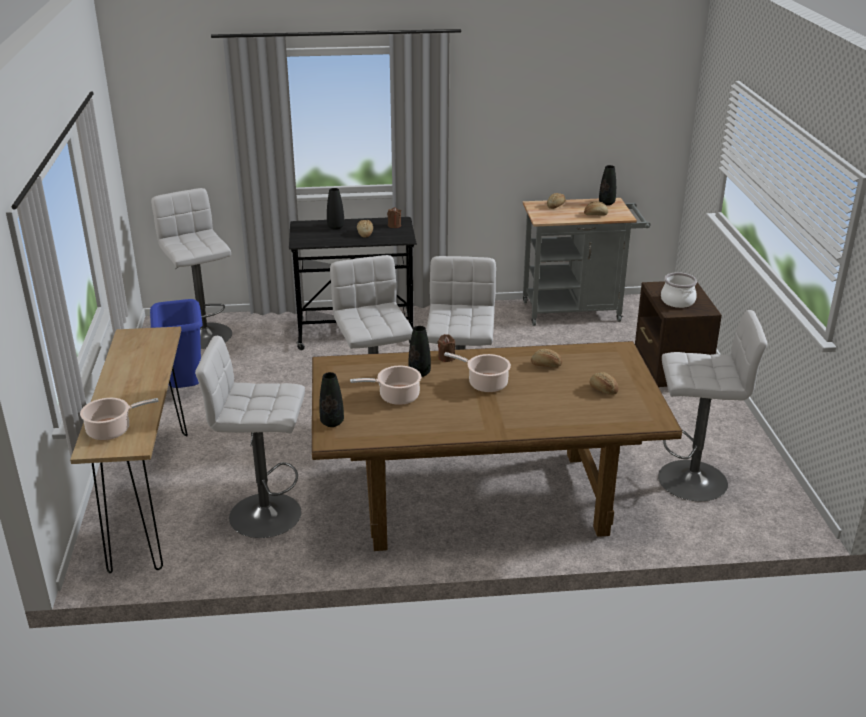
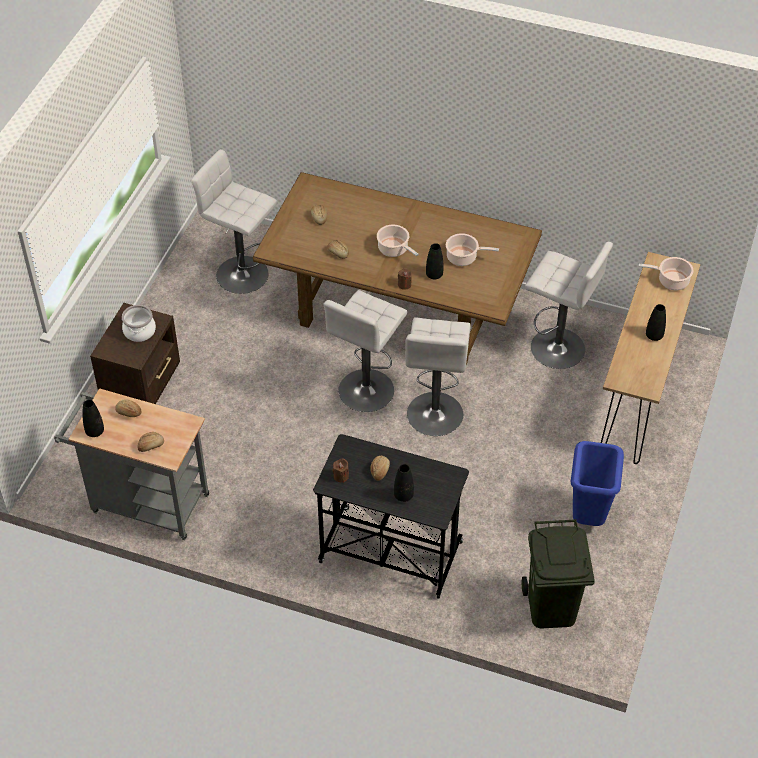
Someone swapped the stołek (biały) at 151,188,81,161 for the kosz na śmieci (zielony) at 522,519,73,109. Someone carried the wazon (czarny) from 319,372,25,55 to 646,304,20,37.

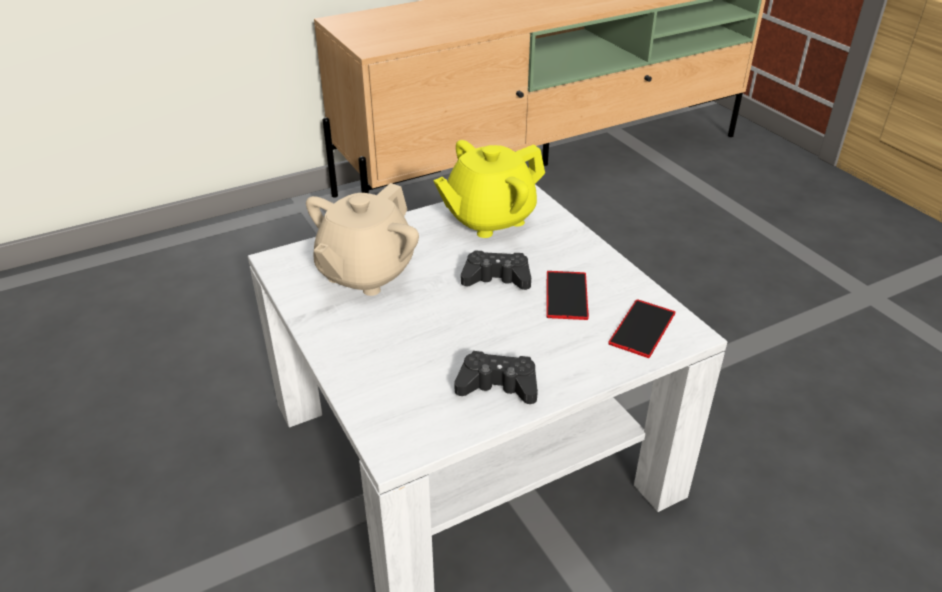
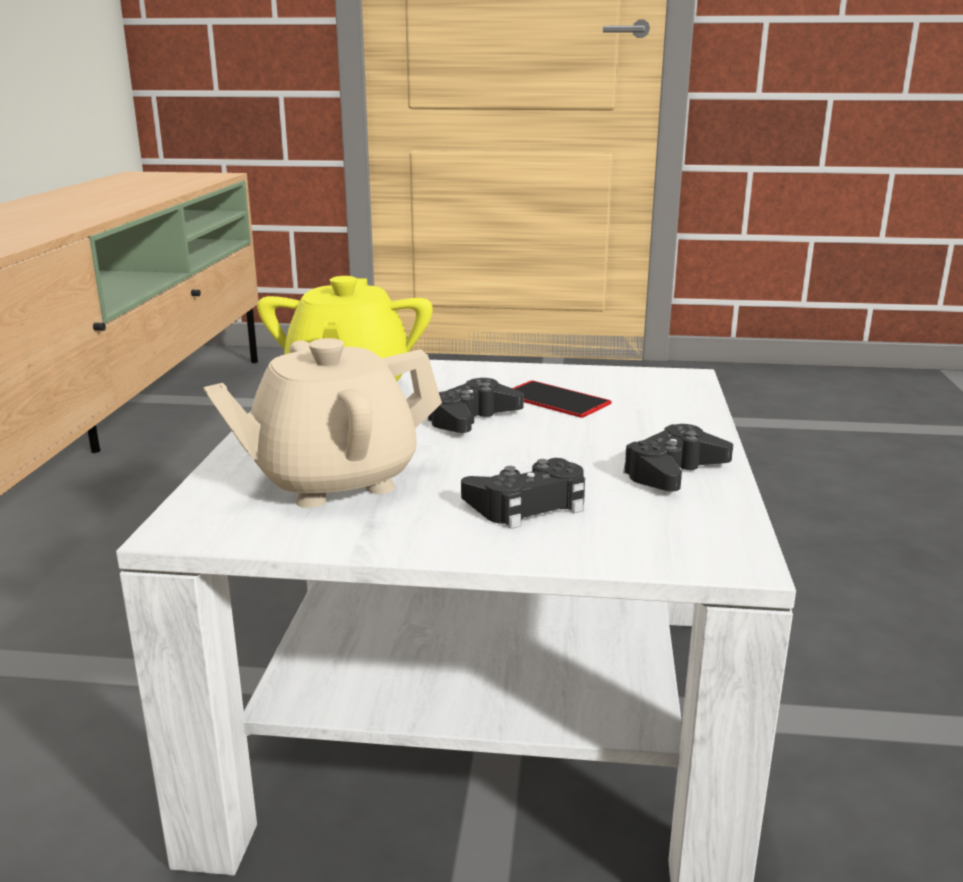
Someone rotated the imbryk (beżowy) at 306,183,113,113 by 90 degrees clockwise. Someone took away the telefon at 608,299,67,59. Someone put down the pad do gier (czarny) at 461,458,124,71.

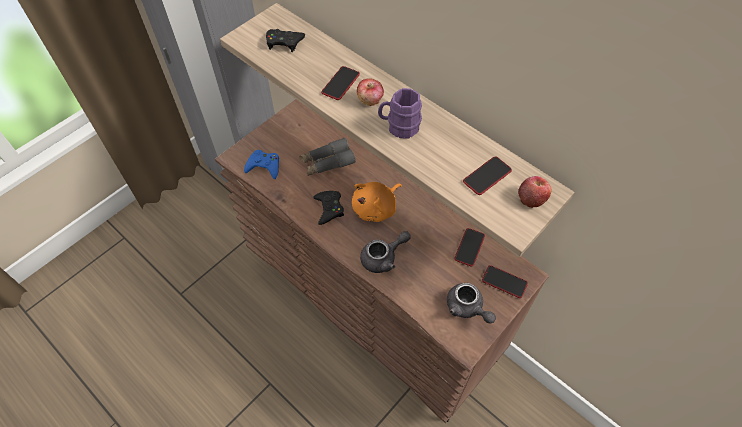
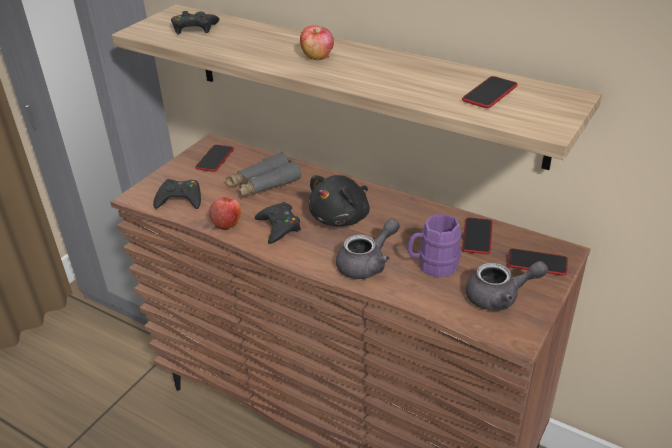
Someone carried the telefon from 321,66,39,34 to 195,145,39,27. Someone carried the kubek (fioletowy) from 378,88,44,50 to 407,214,54,63. Someone repainted the pad do gier (niebieski) at 244,150,35,29, which became the pad do gier (czarny) at 153,179,48,30. Someone carried the jabłko from 518,176,34,32 to 209,197,32,33. Someone repainted the pluszak (pomarańczowy) at 352,182,50,40, which became the pluszak (czarny) at 308,175,62,51. Someone rotated the imbryk (szary) at 447,283,49,40 by 45 degrees counterclockwise.

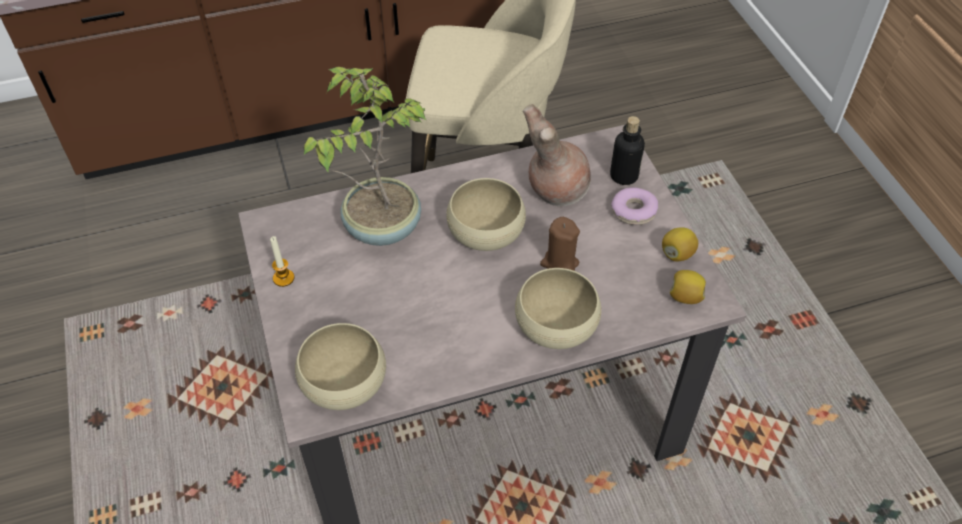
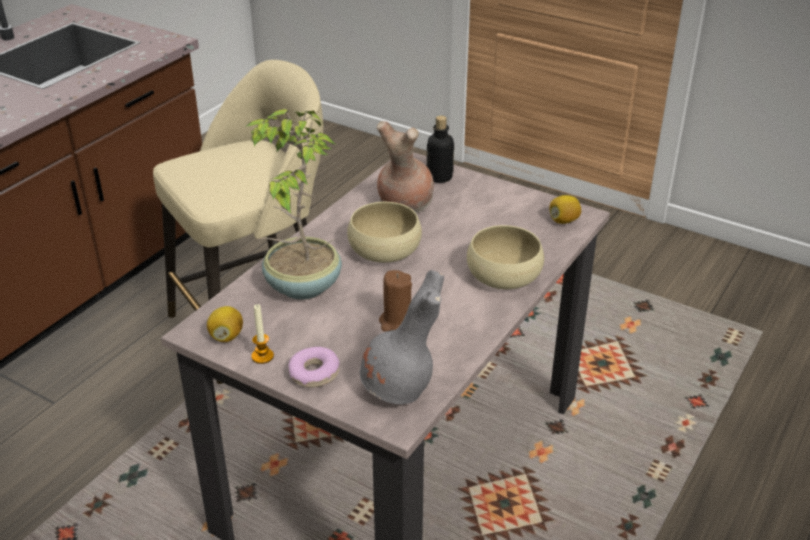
Someone carried the donut from 611,187,47,38 to 288,347,52,41. Someone carried the świeca (brązowy) from 540,217,40,54 to 379,270,33,62. Someone carried the cytryna from 662,227,36,34 to 207,306,36,36. Someone swapped the miska (beżowy) at 295,323,91,87 for the wazon (szary) at 360,270,84,134.

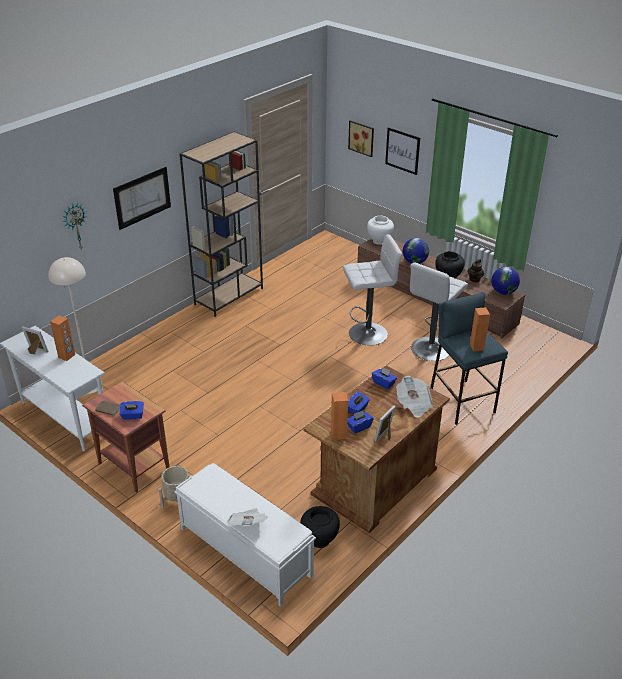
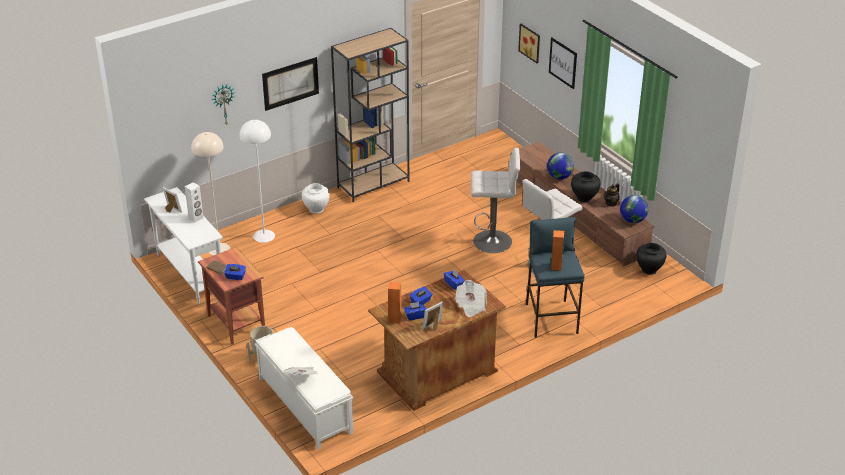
Someone carried the wazon (biały) from 367,215,27,30 to 302,183,28,31. Someone repainted the głośnik (pomarańczowy) at 50,316,25,45, which became the głośnik (biały) at 185,182,19,40. Someone carried the wazon (czarny) from 300,506,40,42 to 636,243,31,32. Someone put down the lampa stojąca (biały) at 239,120,36,123.

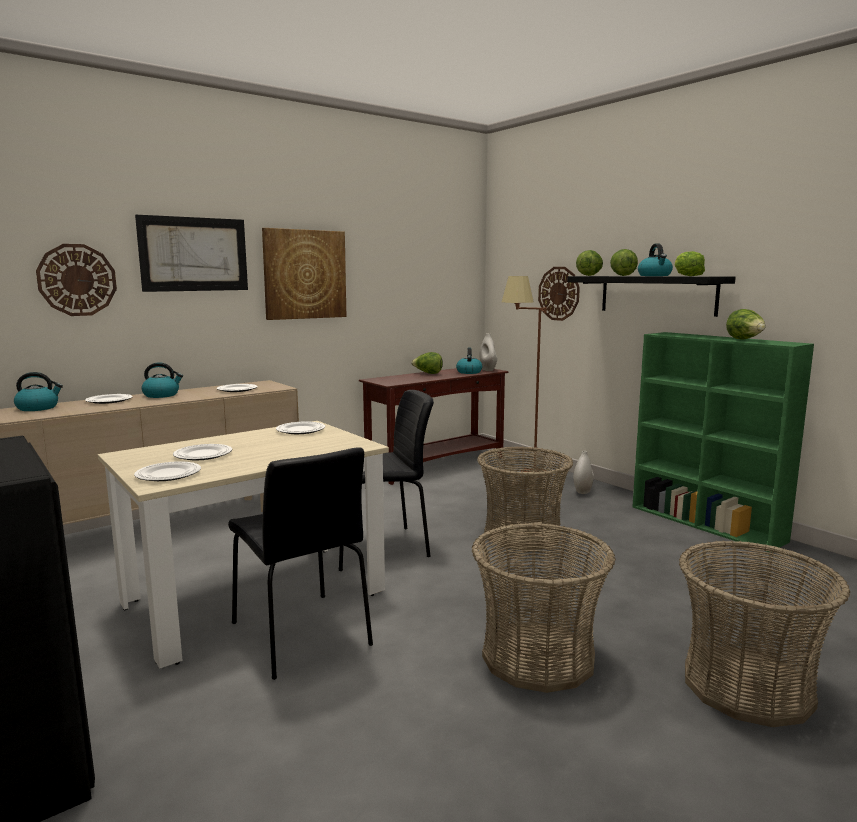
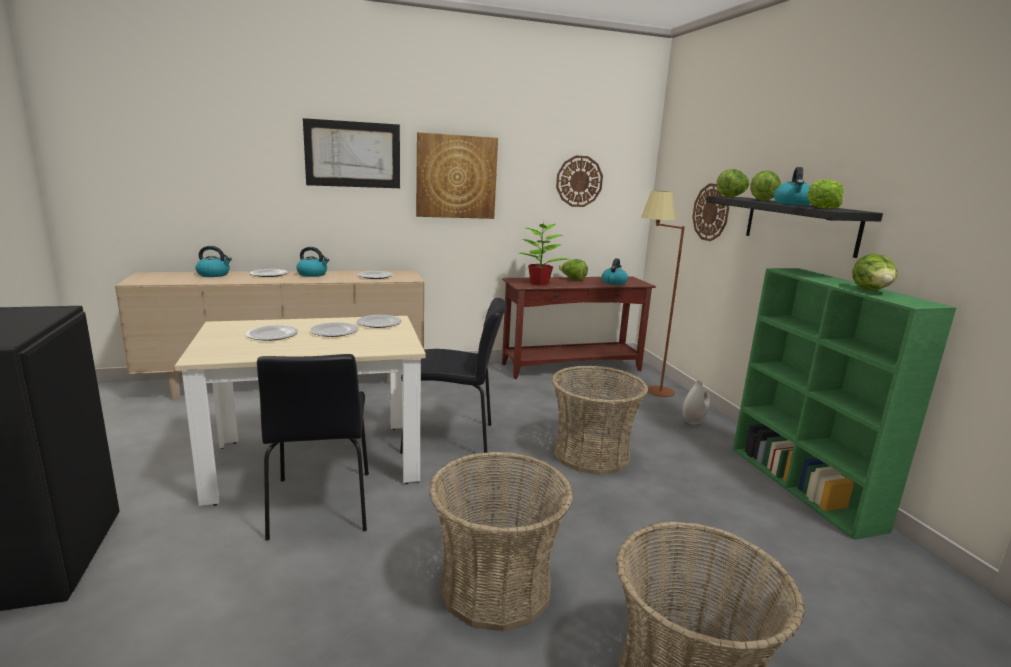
Someone carried the zegar ścienny from 36,244,81,72 to 556,156,47,51. Someone took away the wazon (biały) at 480,333,17,38. Someone carried the talerz from 134,461,67,20 to 310,322,48,15. Someone put down the roślina doniczkowa at 519,221,49,65.

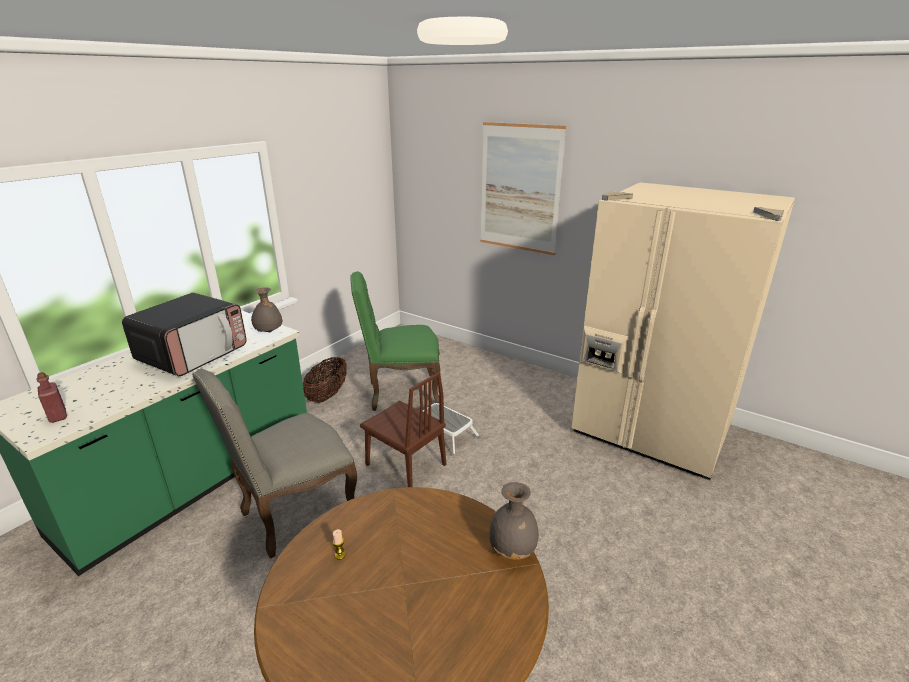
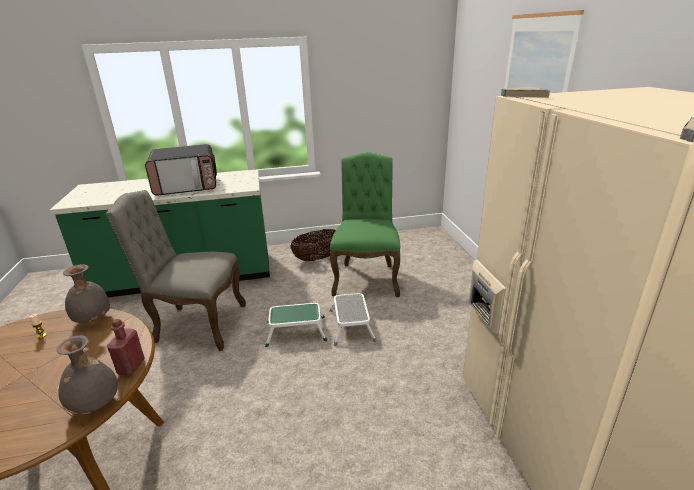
Someone rotated the krzesło (zielony) at 350,271,90,140 by 60 degrees clockwise. Someone carried the wazon (szary) from 251,287,31,45 to 63,264,47,59. Someone carried the butelka (czerwony) from 36,372,31,51 to 107,319,38,56. Someone swapped the krzesło (brązowy) at 360,372,86,115 for the drabinka (zielony) at 265,303,63,44.

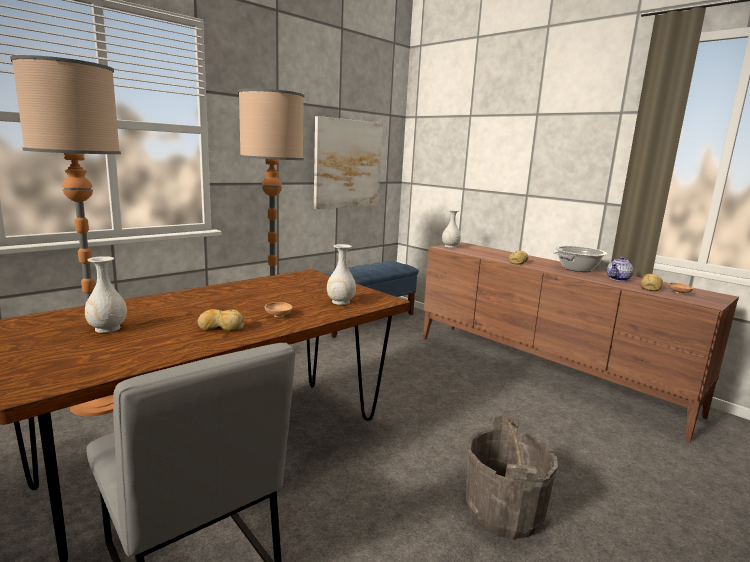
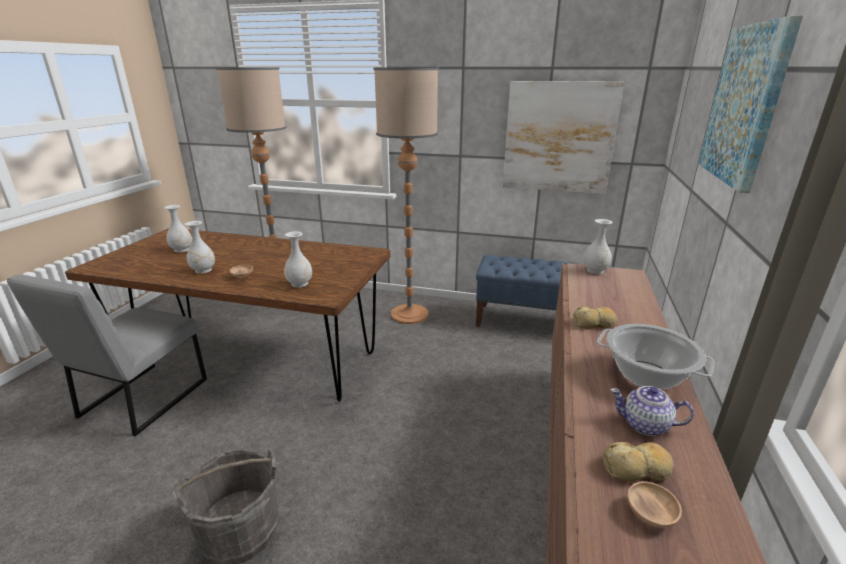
Someone swapped the chleb at 198,309,47,23 for the wazon (biały) at 184,221,31,53. Someone put up the obraz at 699,15,104,178.

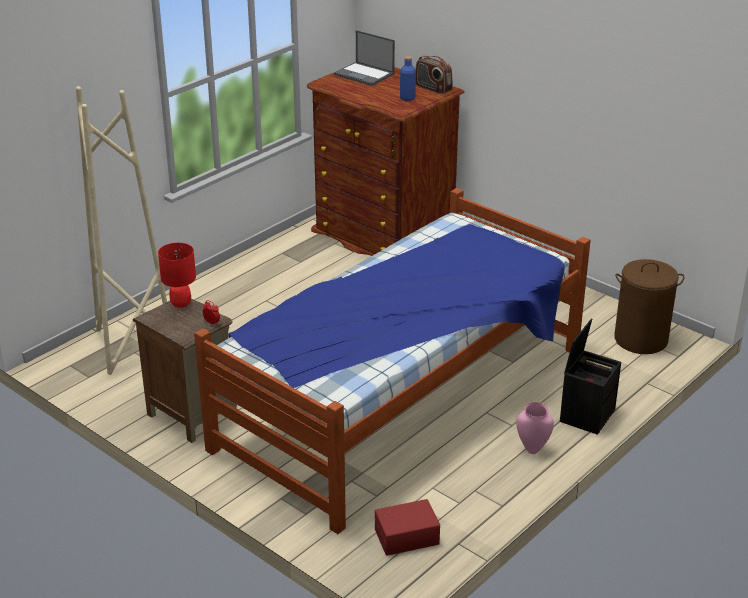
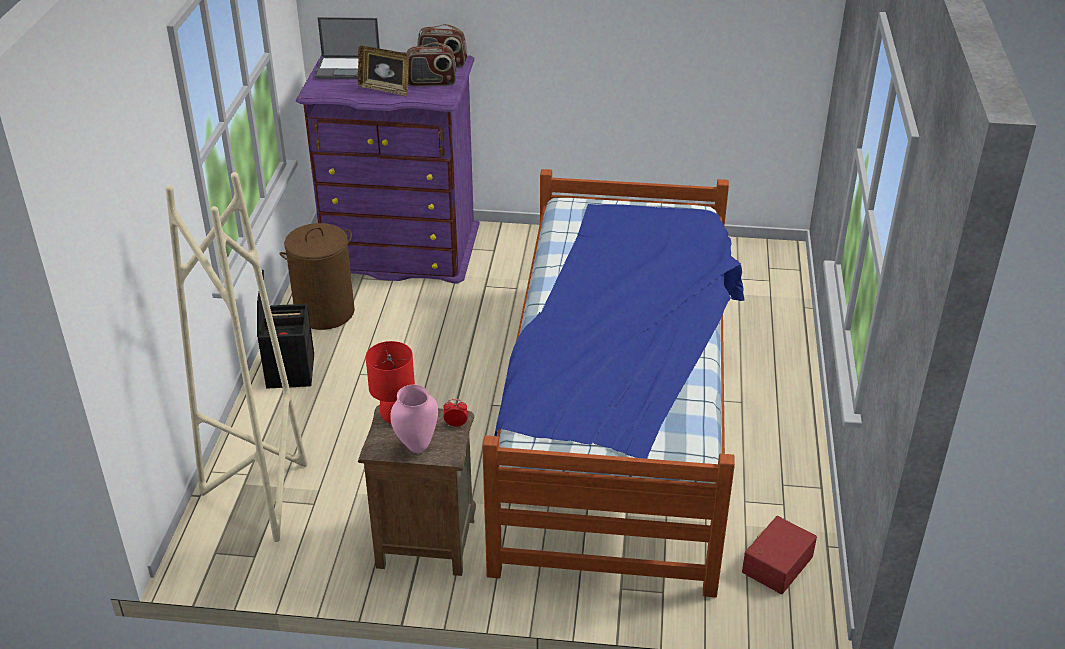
Someone swapped the butelka (niebieski) at 400,56,16,45 for the radio at 406,42,51,44. Someone repainted the komoda (brązowy) at 307,67,158,189, which became the komoda (fioletowy) at 296,52,184,231. Someone carried the kosz na pranie (brązowy) from 614,259,70,95 to 280,223,75,107. Someone carried the pojemnik do przechowywania (czarny) from 560,318,61,117 to 257,270,57,119. Someone carried the wazon (różowy) from 516,402,38,52 to 390,385,48,68. Someone put down the ramka na zdjęcie at 358,46,51,50.

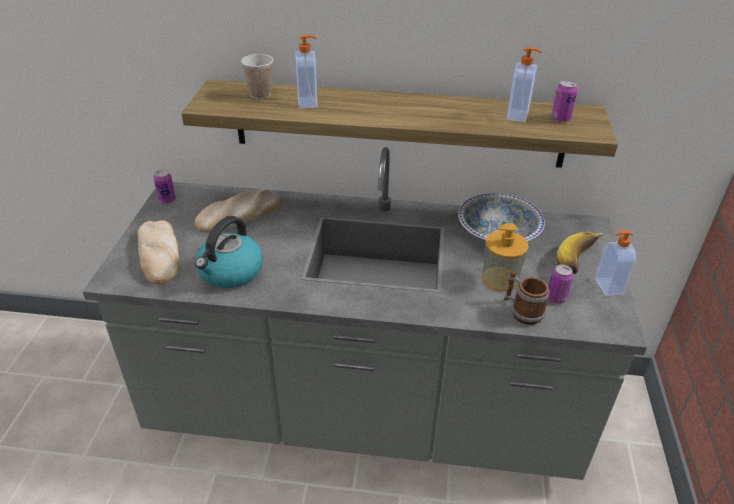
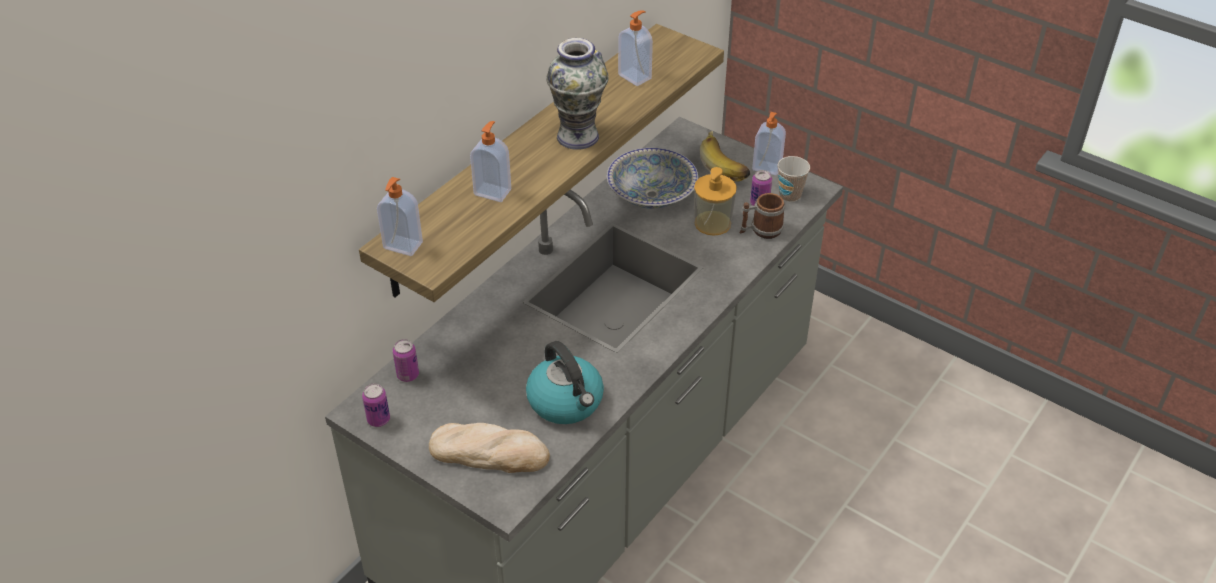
Someone carried the filiżanka from 241,54,32,45 to 777,156,33,46. Someone carried the puszka from 551,80,27,42 to 393,339,26,43. Someone took away the chleb at 195,189,85,43. Someone put down the wazon at 546,38,63,112. Someone put down the dozownik mydła at 377,177,46,79.

